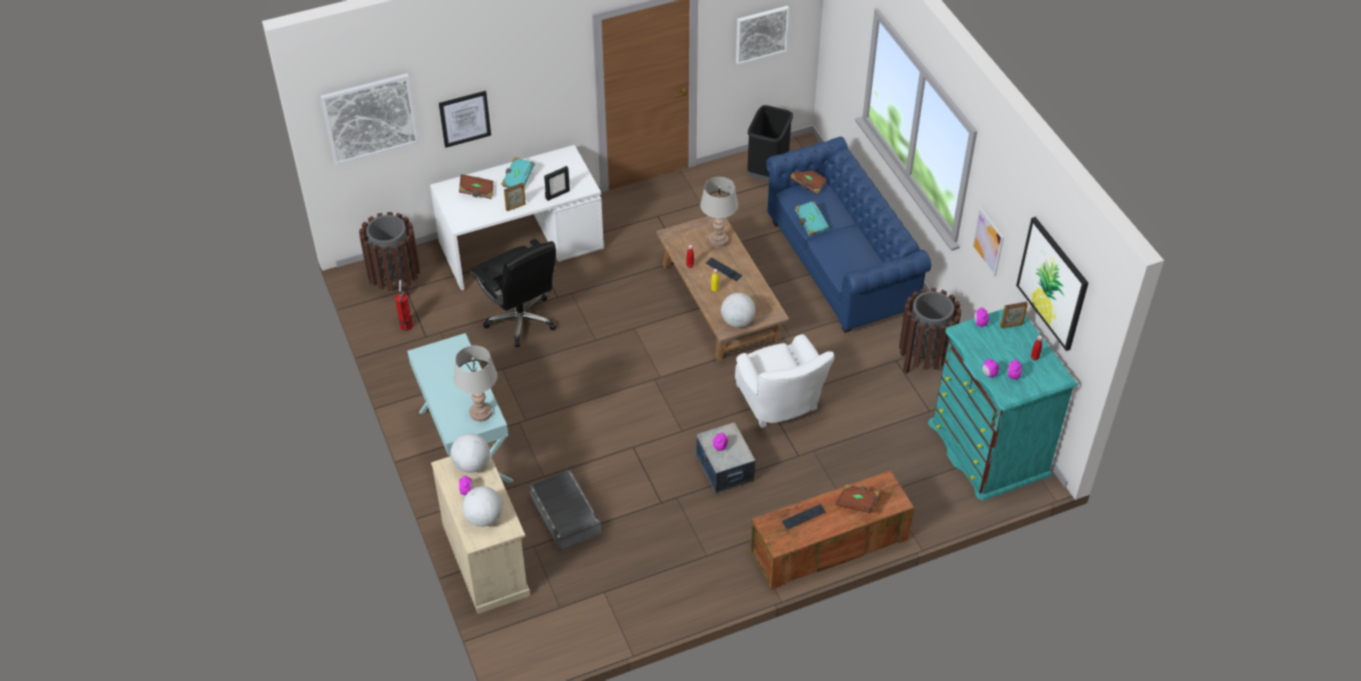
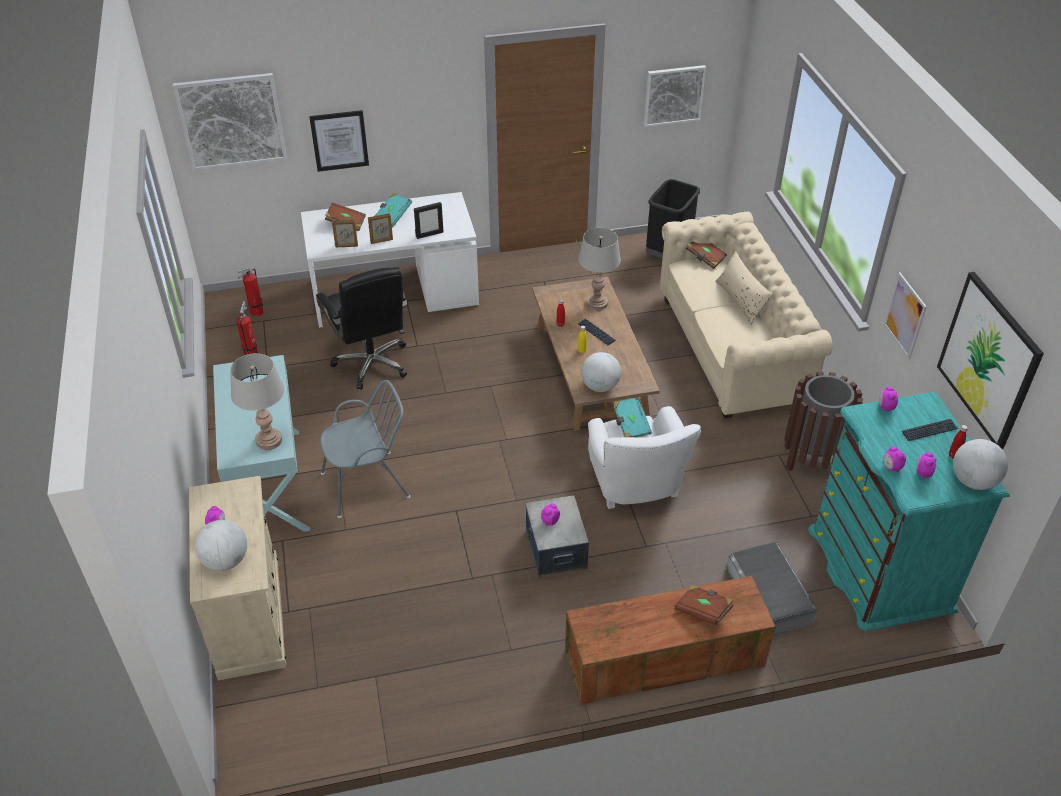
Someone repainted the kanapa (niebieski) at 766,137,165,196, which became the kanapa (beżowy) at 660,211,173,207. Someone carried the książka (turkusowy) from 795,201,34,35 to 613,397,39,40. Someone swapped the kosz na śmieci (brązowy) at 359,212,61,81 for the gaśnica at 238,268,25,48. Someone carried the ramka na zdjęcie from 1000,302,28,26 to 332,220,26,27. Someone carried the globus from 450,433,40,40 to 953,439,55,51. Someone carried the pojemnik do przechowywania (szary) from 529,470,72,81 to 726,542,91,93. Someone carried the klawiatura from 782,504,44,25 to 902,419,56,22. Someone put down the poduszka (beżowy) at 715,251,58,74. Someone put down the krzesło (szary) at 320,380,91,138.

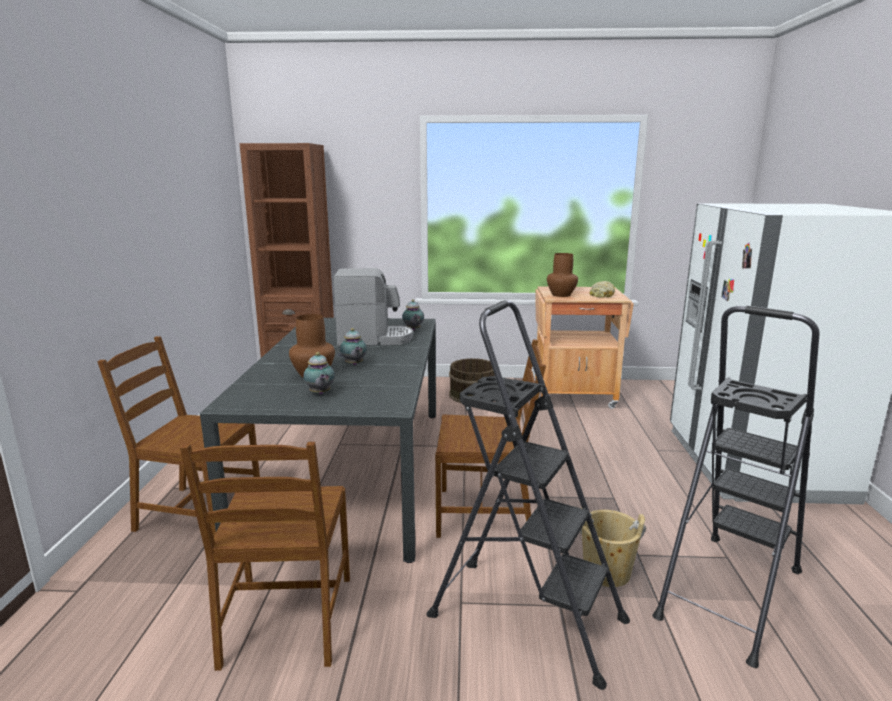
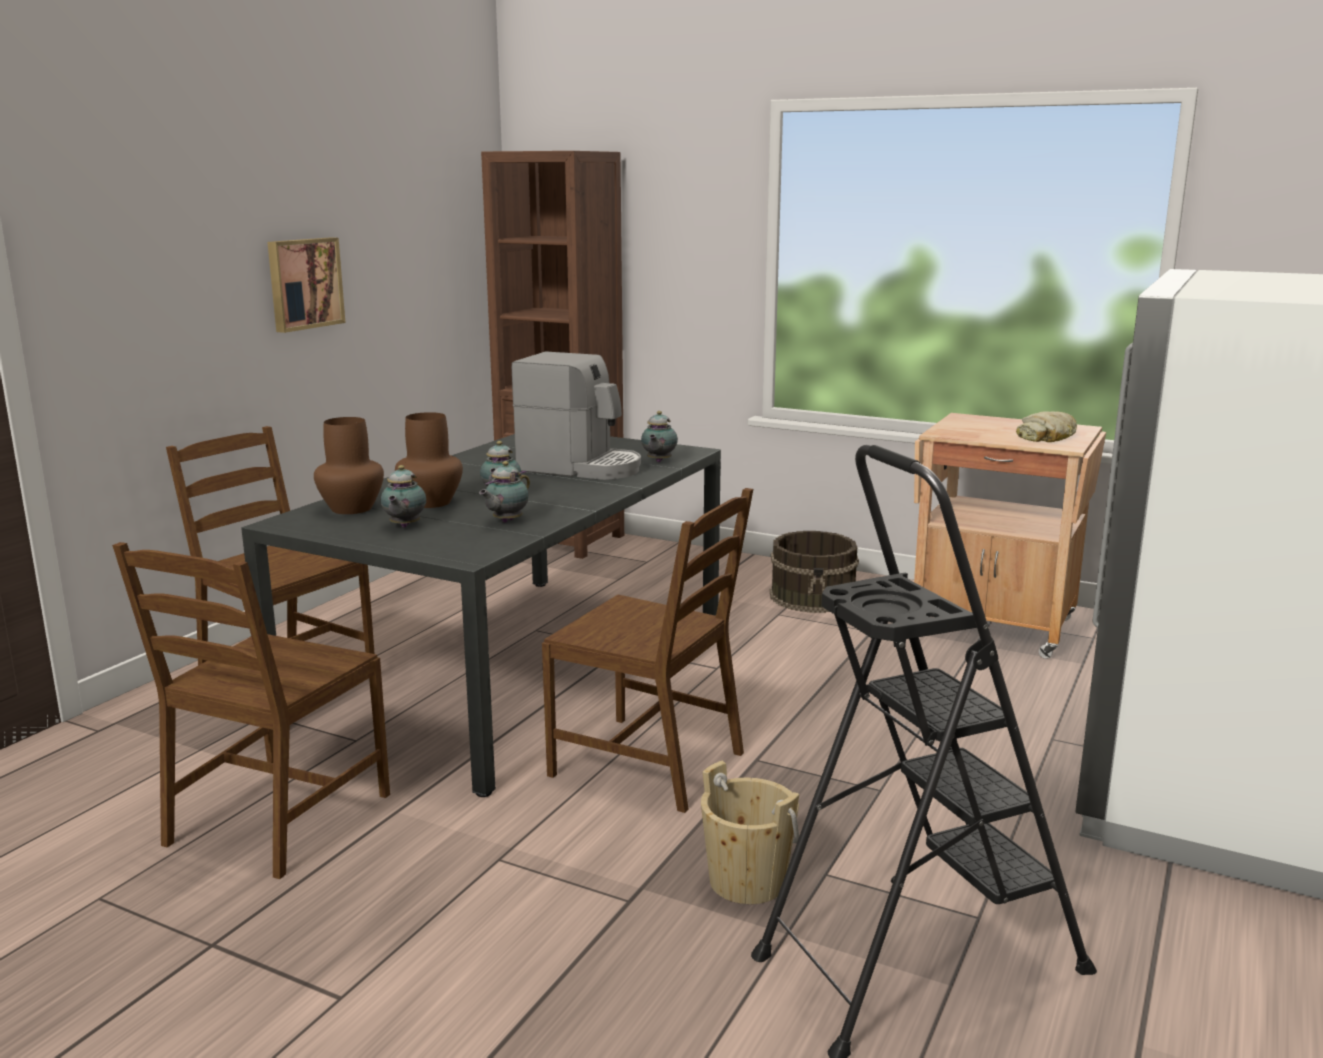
Someone carried the wazon (brązowy) from 547,253,31,44 to 314,417,70,97. Someone took away the drabinka at 426,300,204,390. Someone put up the obraz at 267,237,78,96. Someone put down the imbryk at 479,461,51,62.

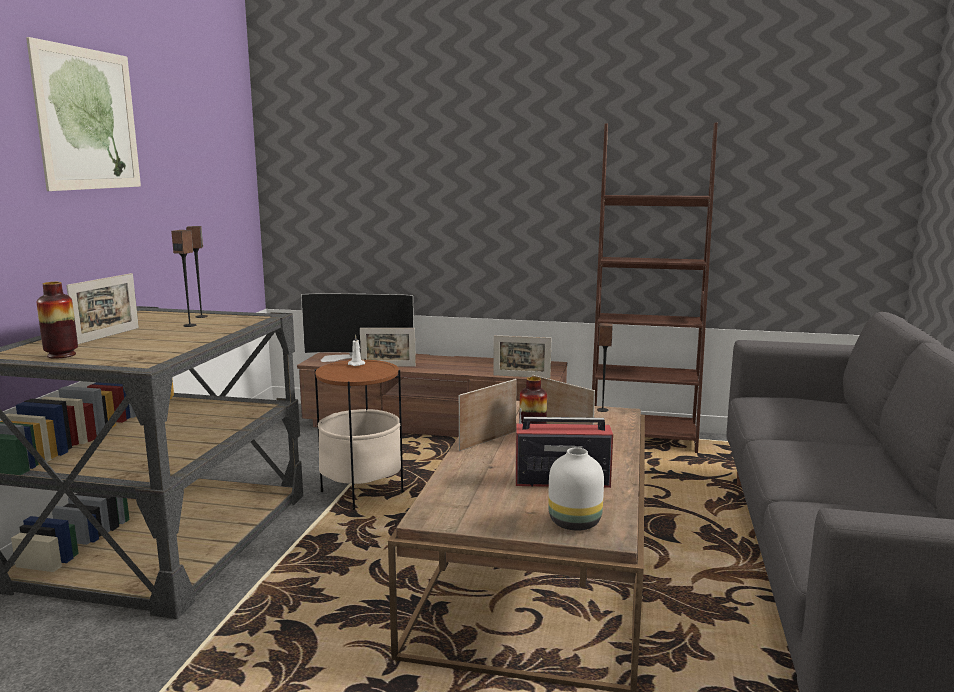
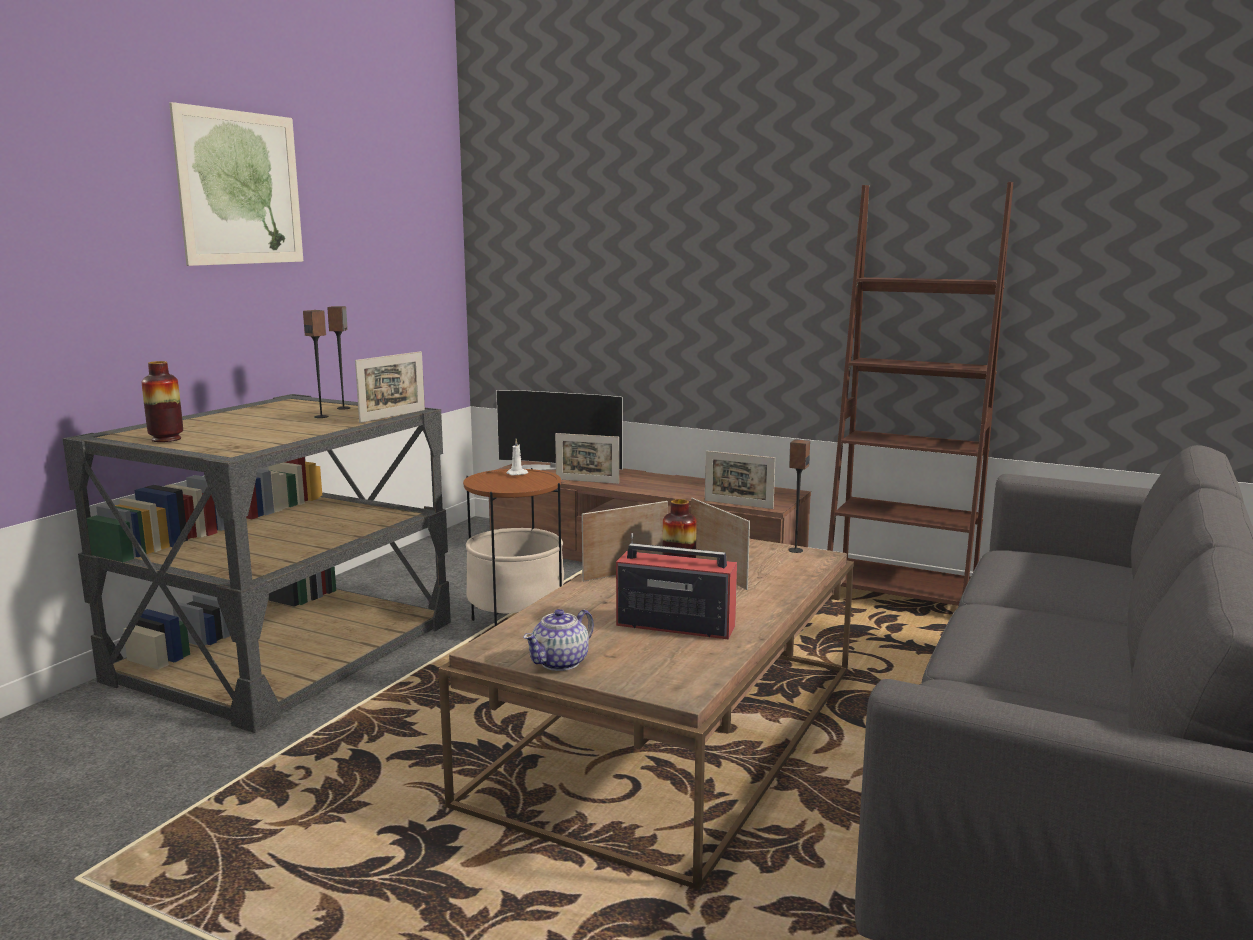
Someone carried the ramka na zdjęcie from 66,273,73,71 to 355,351,70,72. Someone took away the wazon (biały) at 548,447,56,84. Someone put down the imbryk at 523,609,71,62.

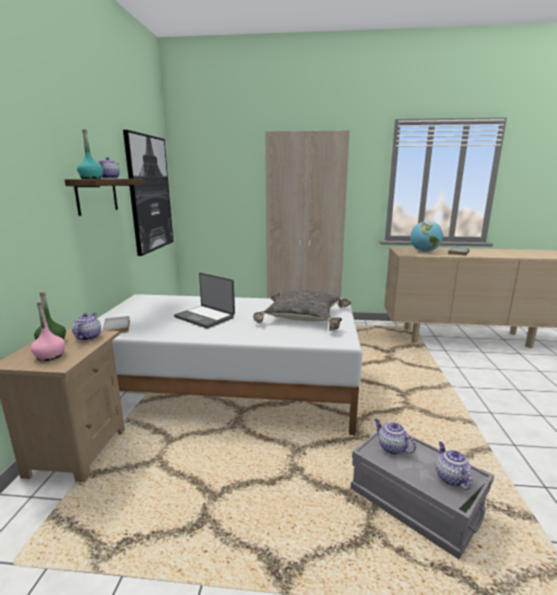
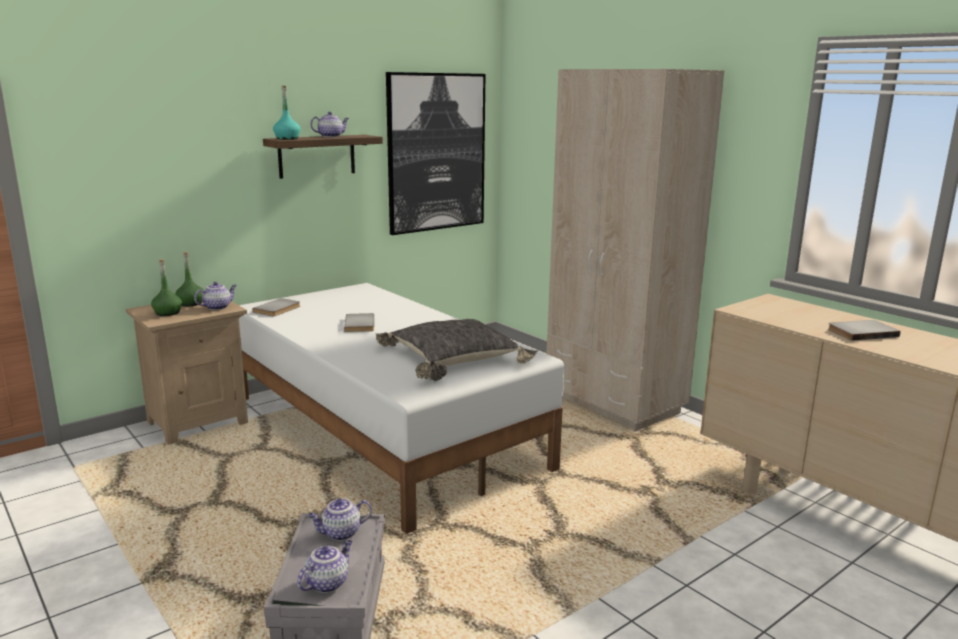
Someone took away the globus at 410,221,33,31. Someone swapped the laptop at 174,273,61,55 for the książka (szary) at 344,313,30,19. Someone repainted the butelka (różowy) at 31,302,34,59, which became the butelka (zielony) at 151,259,31,57. Someone rotated the imbryk at 374,419,42,36 by 120 degrees counterclockwise.

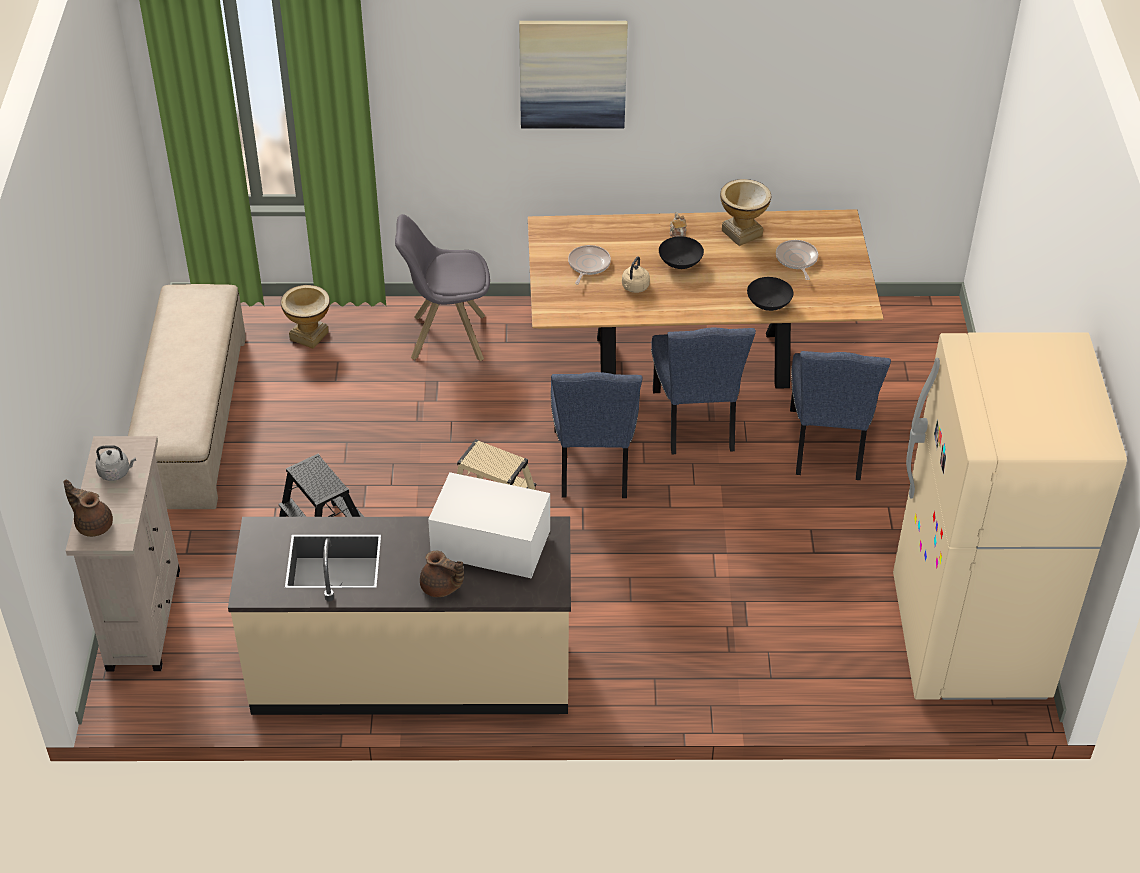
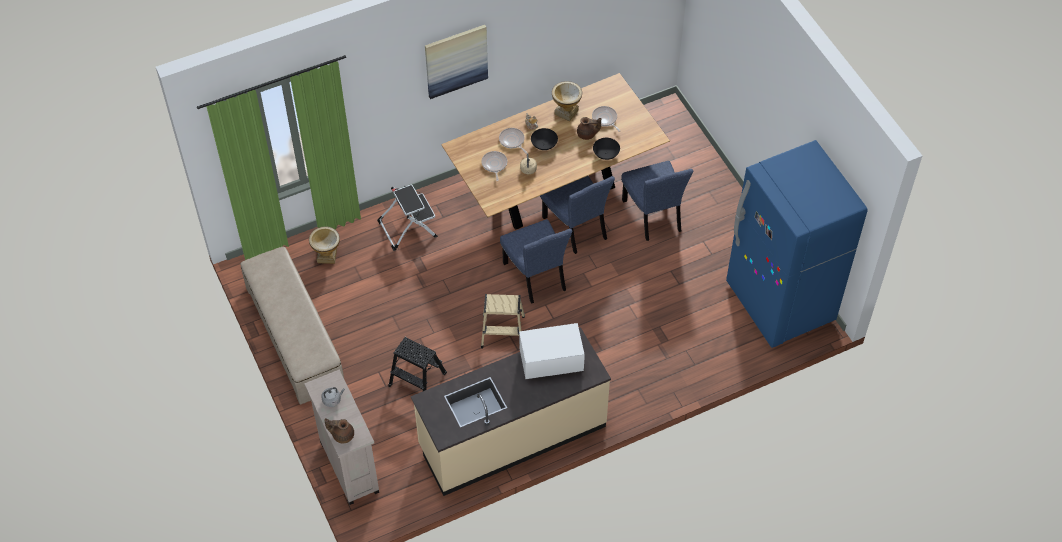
Someone swapped the krzesło (szary) at 395,214,95,147 for the drabinka at 377,185,61,66. Someone repainted the lodówka (beżowy) at 893,333,234,367, which became the lodówka (niebieski) at 726,140,142,208. Someone carried the imbryk (brązowy) from 420,551,44,46 to 577,117,24,23. Someone put down the patelnia at 499,128,28,26.

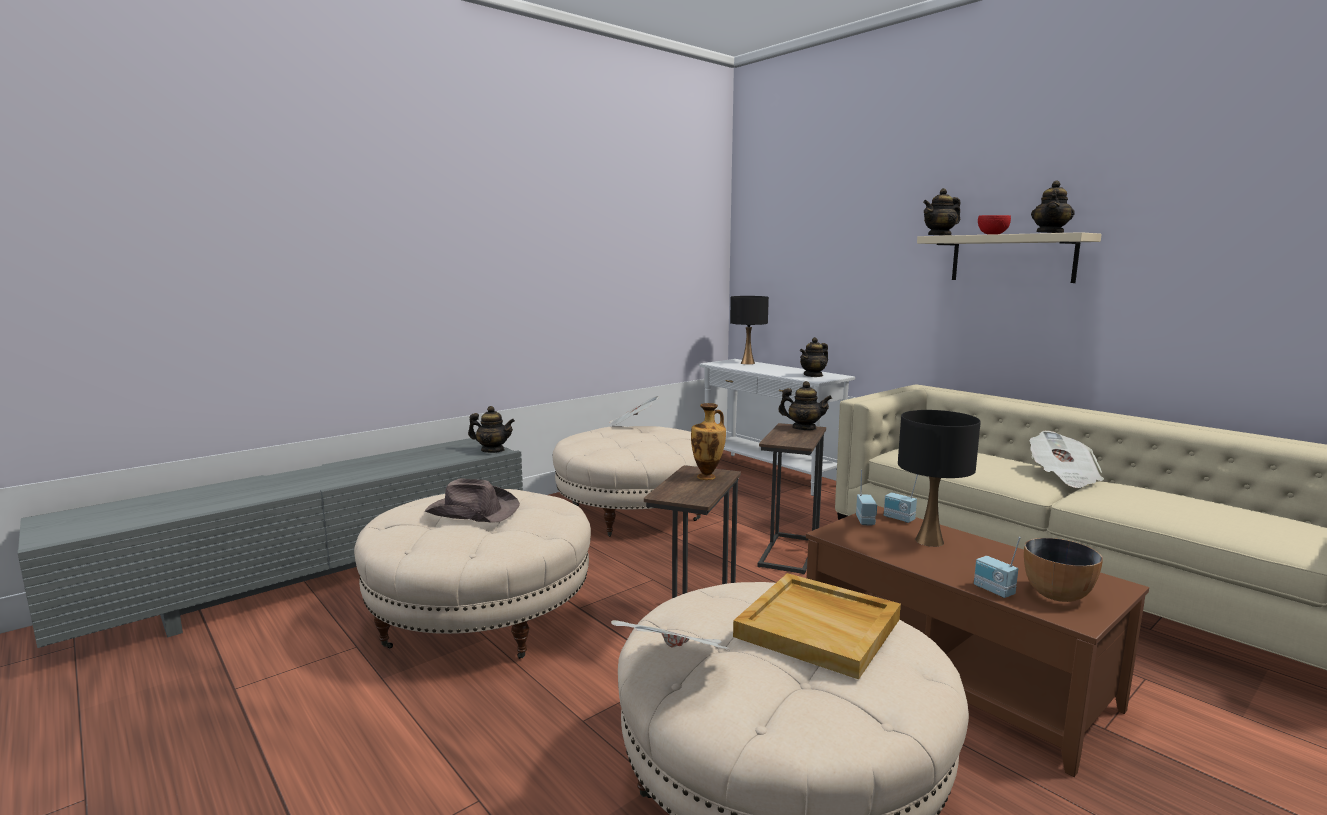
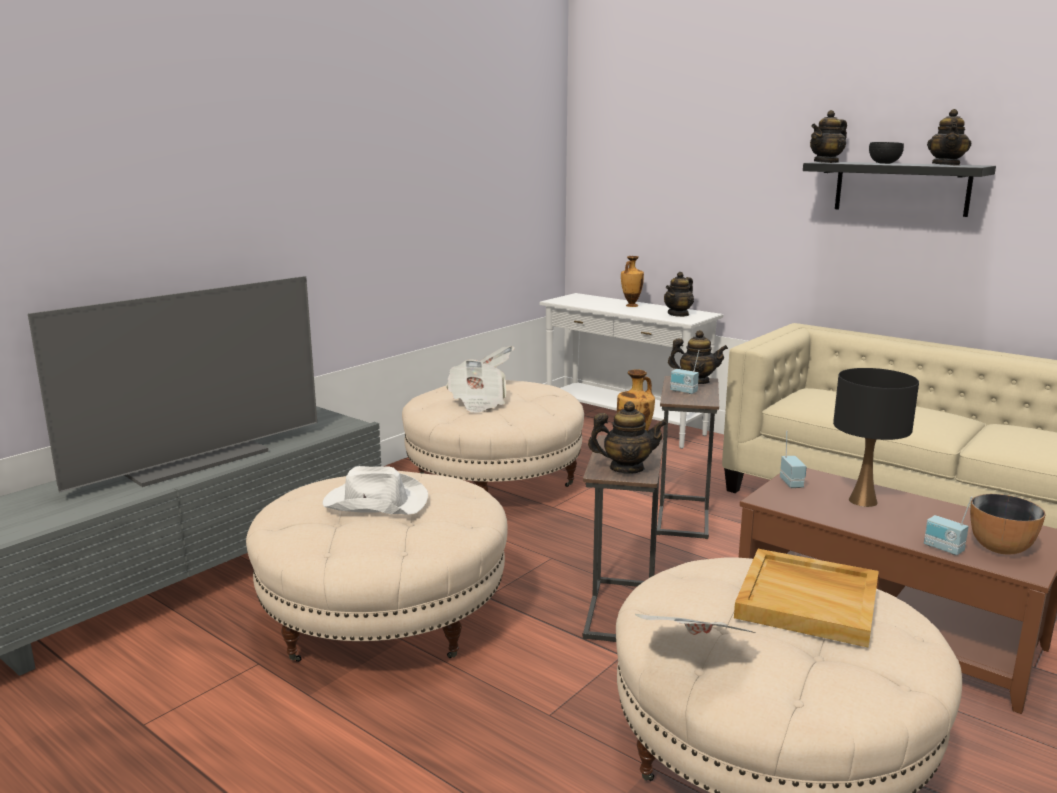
Someone repainted the miska (czerwony) at 978,215,33,20, which became the miska (czarny) at 869,142,35,22. Someone repainted the półka (beżowy) at 917,232,185,51, which became the półka (czarny) at 803,162,193,55. Someone took away the lampa stołowa (czarny) at 730,296,39,69. Someone carried the imbryk from 468,406,47,47 to 588,401,79,73. Someone carried the gazeta from 1029,431,75,57 to 446,359,60,54. Someone carried the radio from 884,474,34,49 to 670,350,29,44. Someone repainted the kapelusz (brązowy) at 425,478,95,45, which became the kapelusz (biały) at 323,466,105,49. Someone put down the wazon at 621,256,23,51. Someone put down the telewizor at 28,276,289,216.

